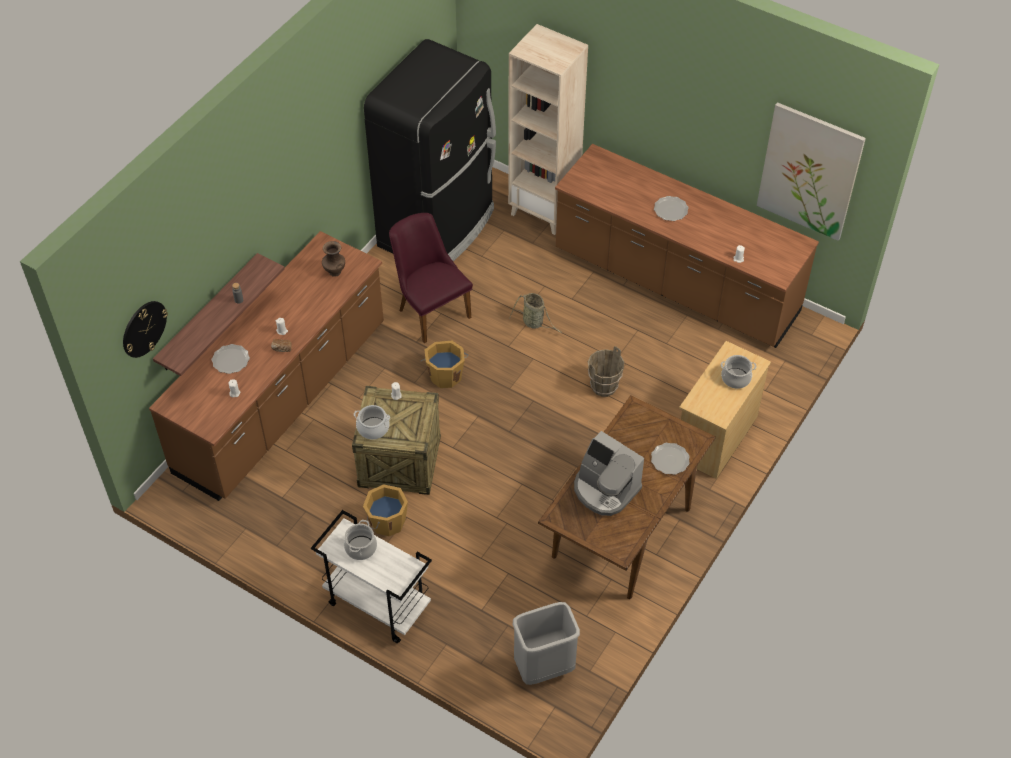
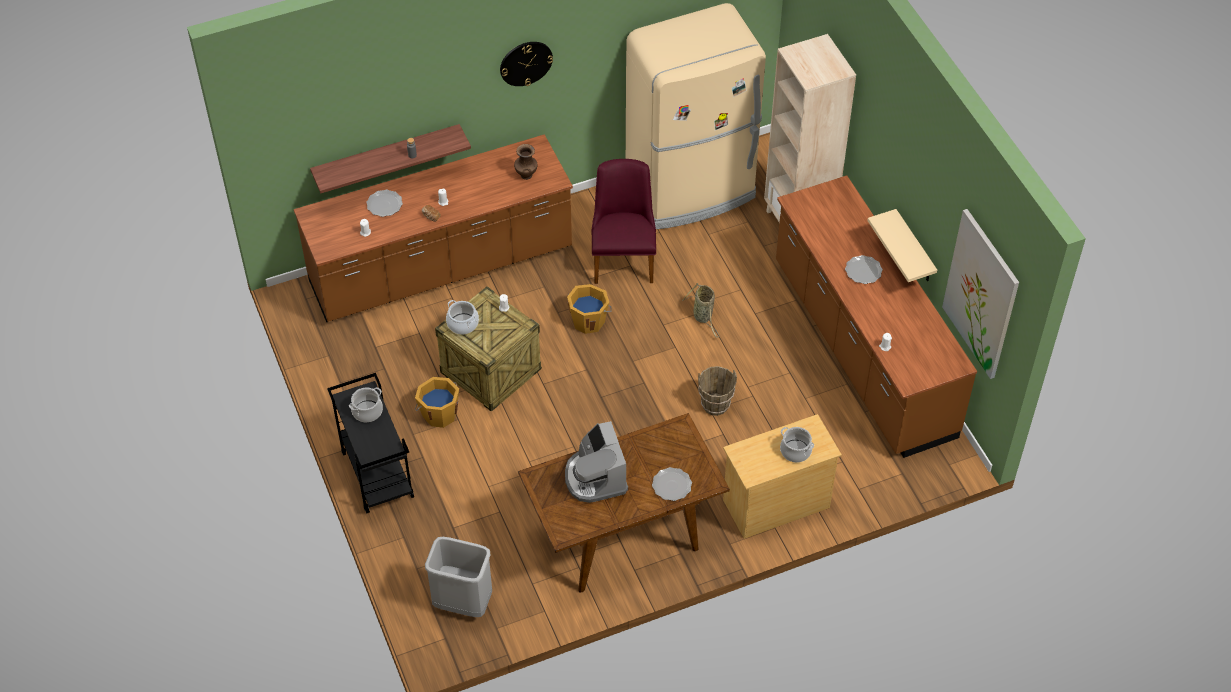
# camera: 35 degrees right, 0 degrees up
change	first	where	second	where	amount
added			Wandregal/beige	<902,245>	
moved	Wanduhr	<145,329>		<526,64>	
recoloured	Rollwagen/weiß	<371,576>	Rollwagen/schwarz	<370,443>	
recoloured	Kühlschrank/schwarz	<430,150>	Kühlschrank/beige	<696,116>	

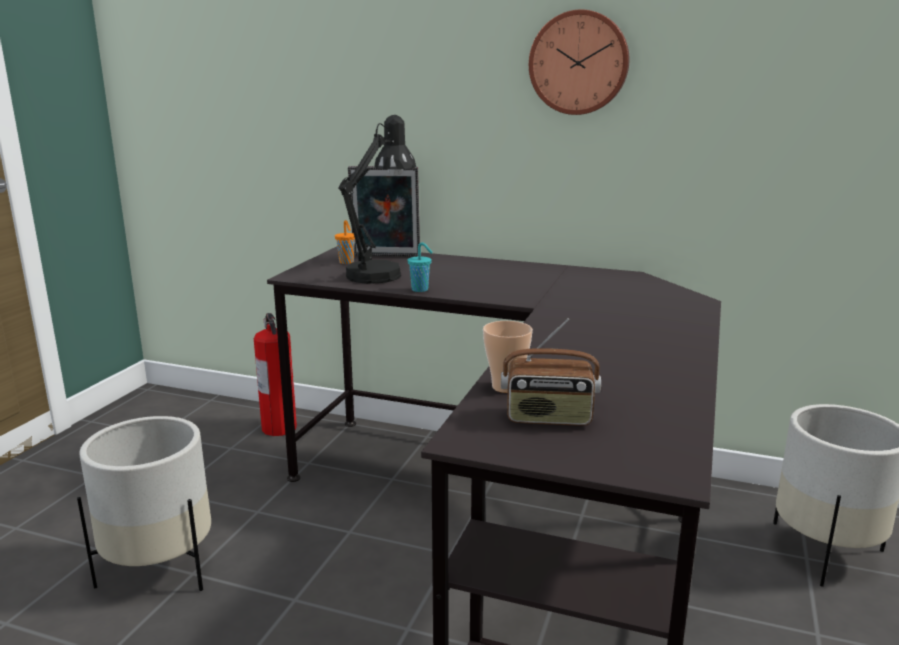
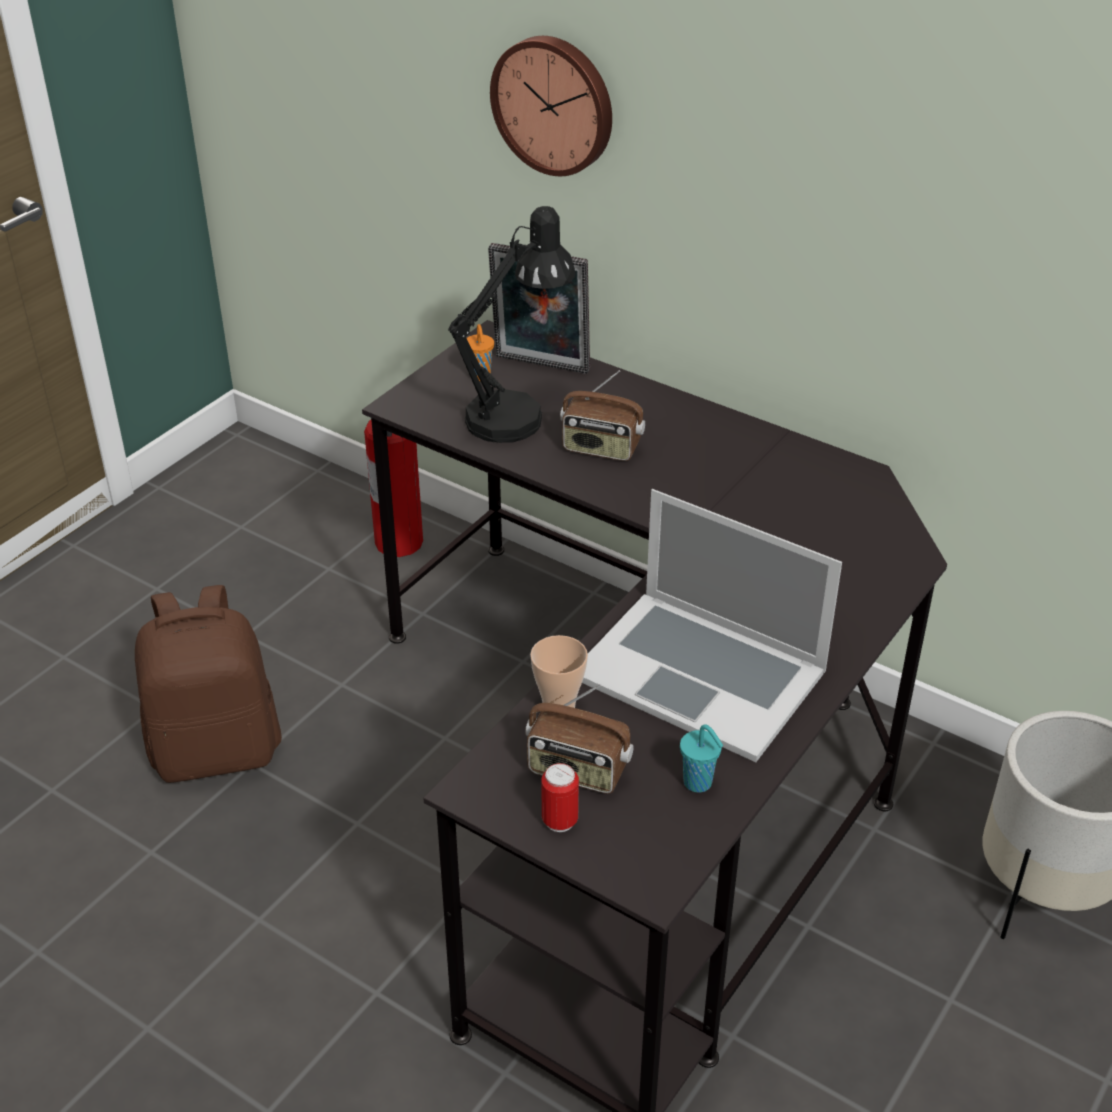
# camera: 15 degrees right, 20 degrees up
change	first	where	second	where	amount
added			Dose	<560,797>	
added			Radio	<602,415>	
added			Laptop	<712,625>	
moved	Tasse/türkis	<420,267>		<701,758>	
moved	Wanduhr	<579,62>		<551,106>	
replaced	Pflanzkübel/weiß	<144,503>	Rucksack/braun	<208,684>	

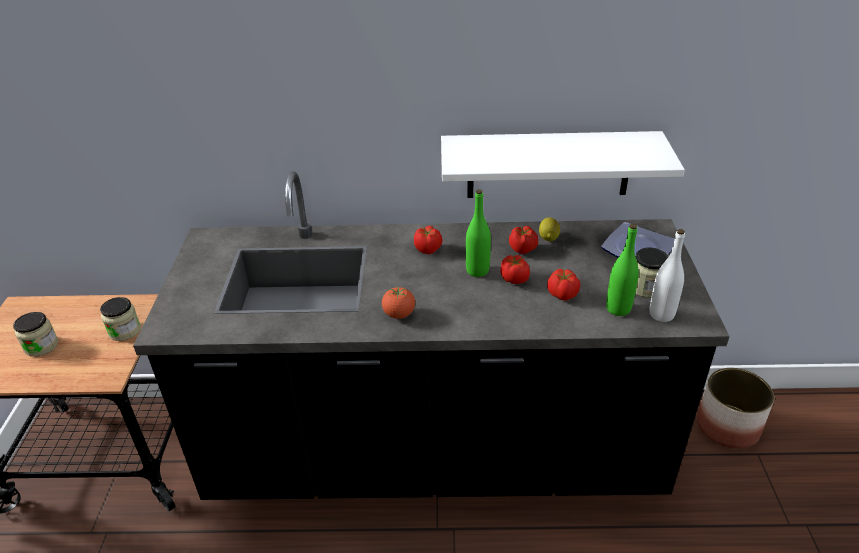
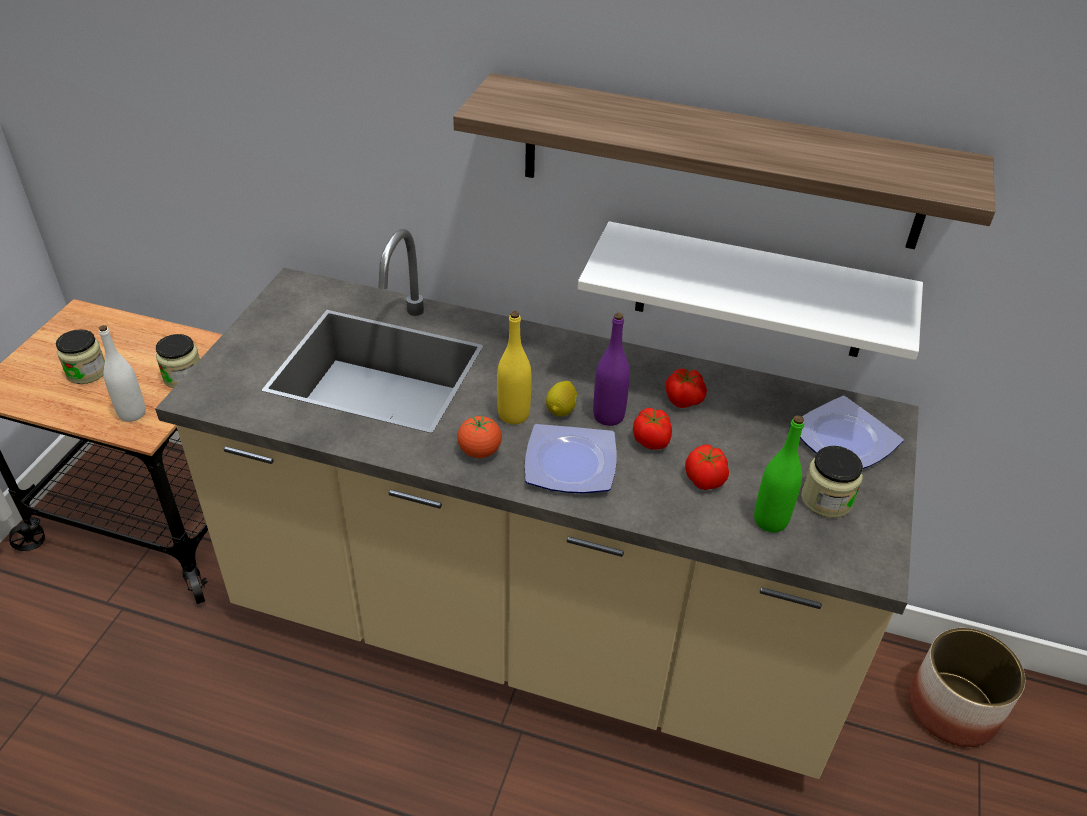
# camera: 15 degrees right, 5 degrees up
change	first	where	second	where	amount
removed	Tomate	<428,240>			
added			Wandregal	<724,161>	
added			Flasche/gelb	<514,367>	
added			Teller	<571,459>	
moved	Zitrone	<549,229>		<562,399>	
moved	Flasche/weiß	<667,275>		<122,373>	
recoloured	Küchenzeile/schwarz	<431,335>	Küchenzeile/beige	<537,504>	
recoloured	Flasche/grün	<478,233>	Flasche/lila	<611,369>	

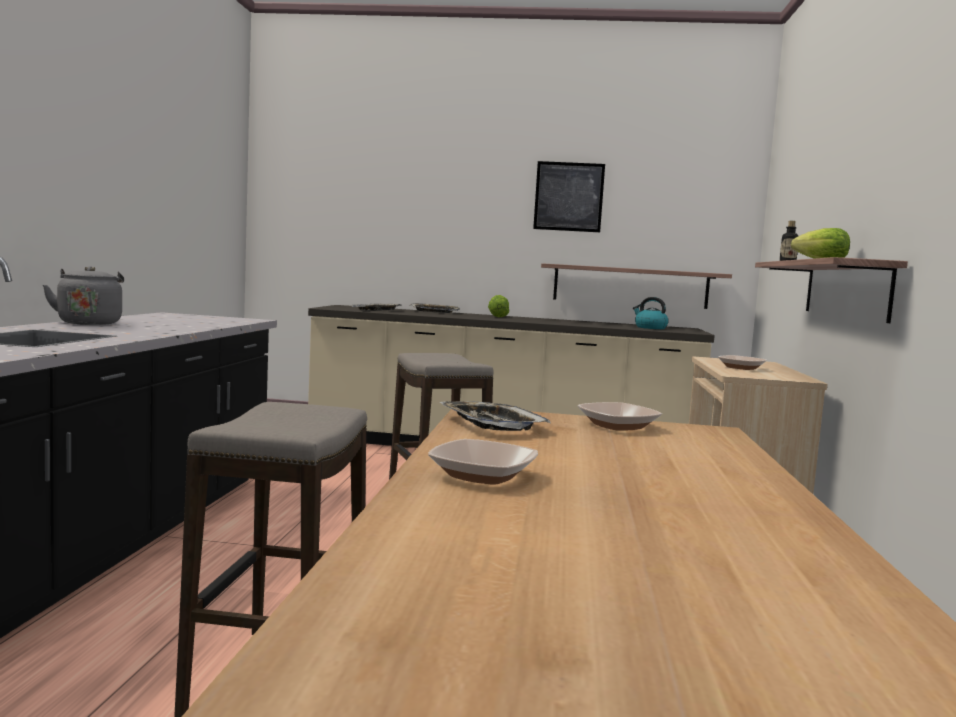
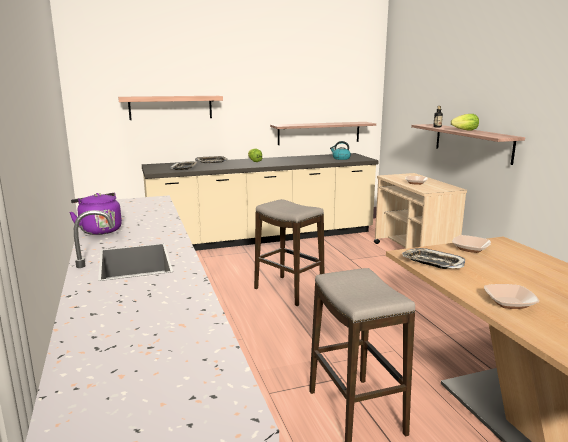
# camera: 25 degrees left, 10 degrees up
change	first	where	second	where	amount
removed	Bild	<569,196>			
added			Wandregal	<170,108>	
recoloured	Wasserkessel/grau	<83,295>	Wasserkessel/lila	<95,214>	

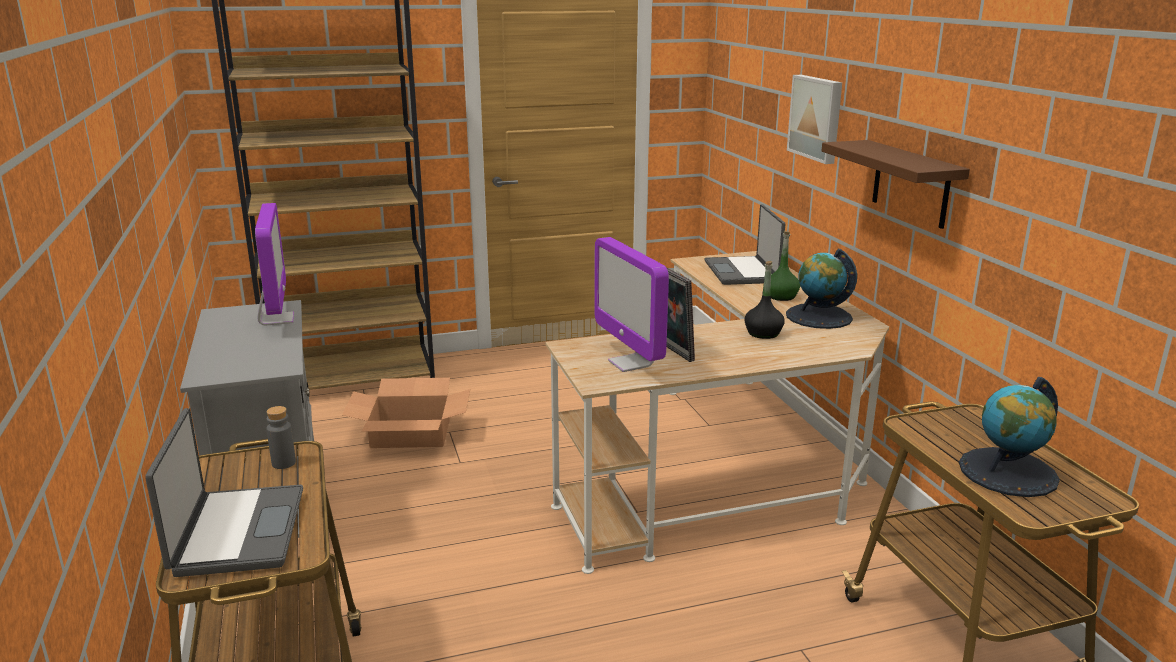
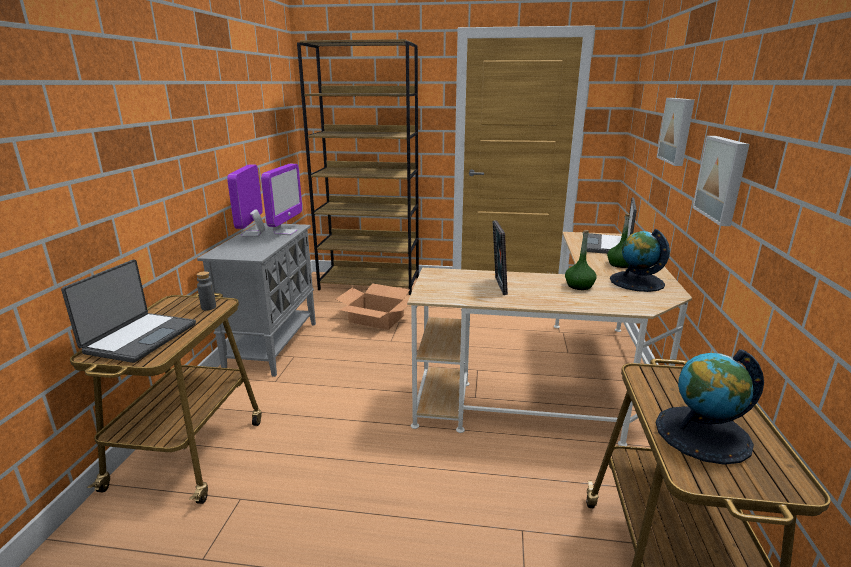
# camera: 25 degrees right, 0 degrees up
change	first	where	second	where	amount
moved	Monitor	<631,304>		<246,200>	
replaced	Wandregal/braun	<896,184>	Bild	<720,181>	
recoloured	Flasche/schwarz	<764,300>	Flasche/grün	<581,260>	

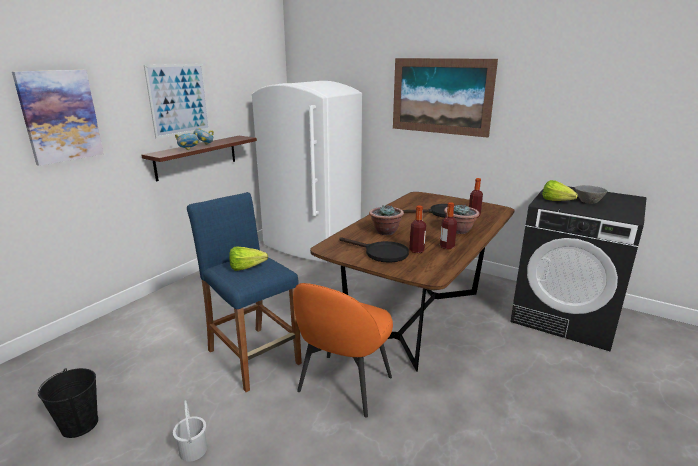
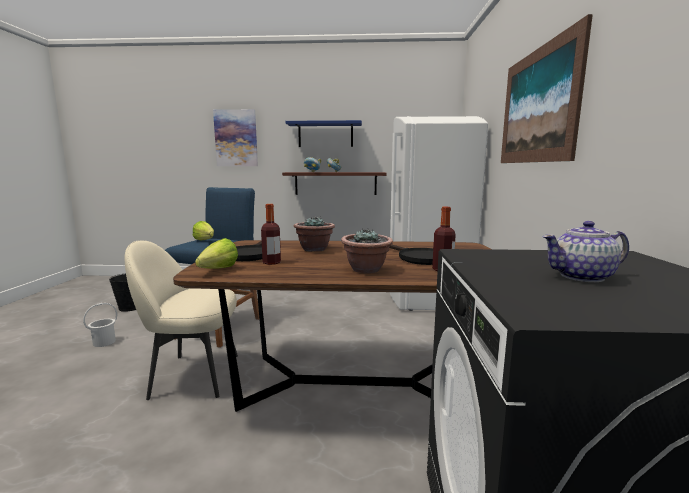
# camera: 60 degrees right, 10 degrees down
change	first	where	second	where	amount
removed	Flasche	<448,225>			
moved	Salatkopf	<560,190>		<216,253>	
replaced	Bild	<177,101>	Wandregal/blau	<324,133>	
replaced	Schüssel/grau	<591,194>	Teekanne	<585,251>	
recoloured	Stuhl/orange	<343,350>	Stuhl/beige	<181,320>	

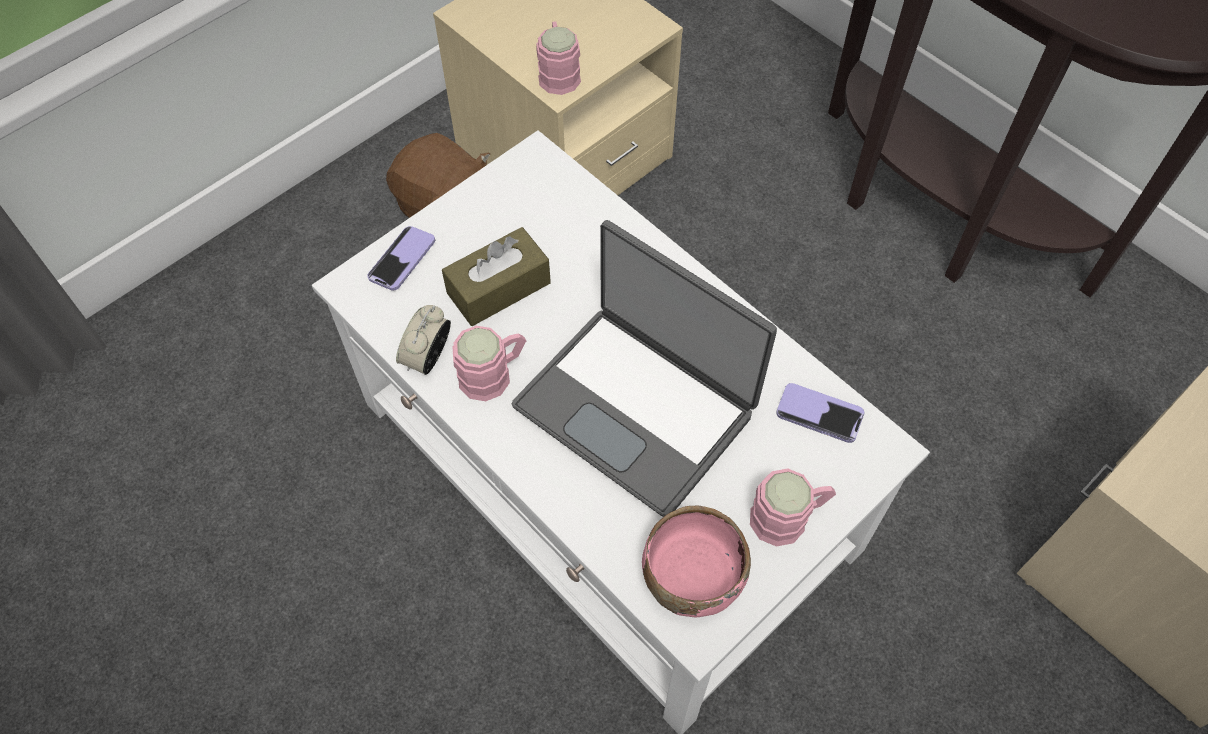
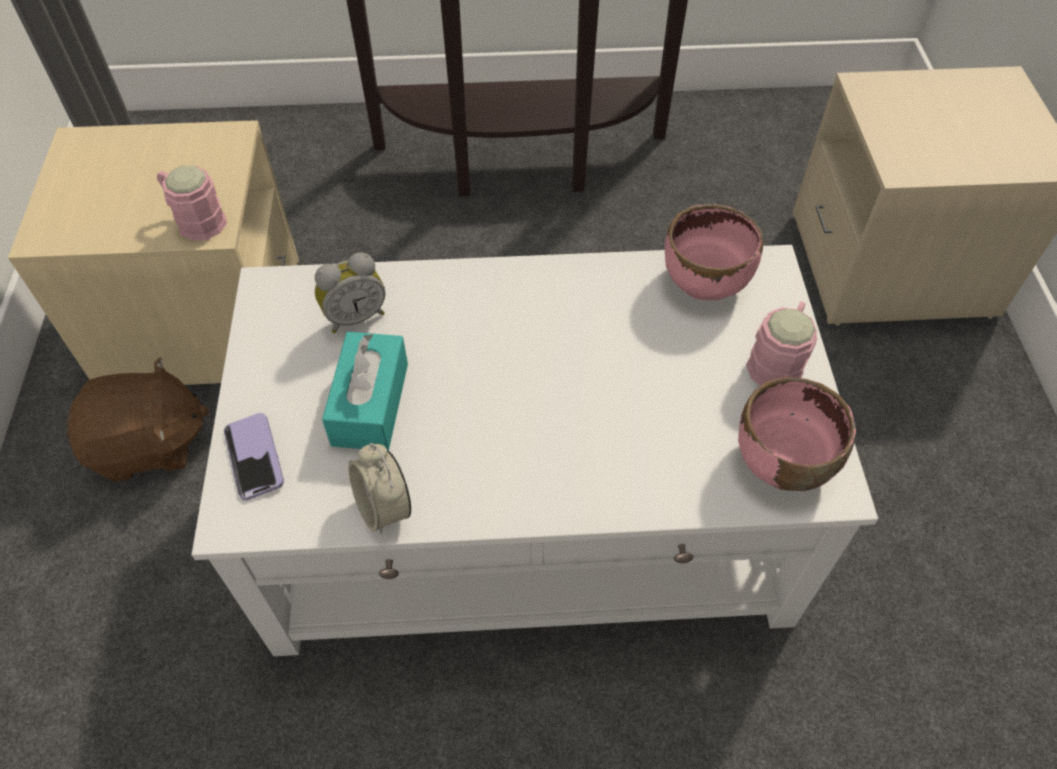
# camera: 50 degrees left, 5 degrees down
change	first	where	second	where	amount
removed	Henkelbecher/rosa	<489,363>			
removed	Laptop	<644,368>			
added			Wecker	<350,292>	
replaced	Handy	<820,413>	Schüssel/rosa	<714,252>	
recoloured	Taschentuchbox/braun	<496,276>	Taschentuchbox/türkis	<365,391>	

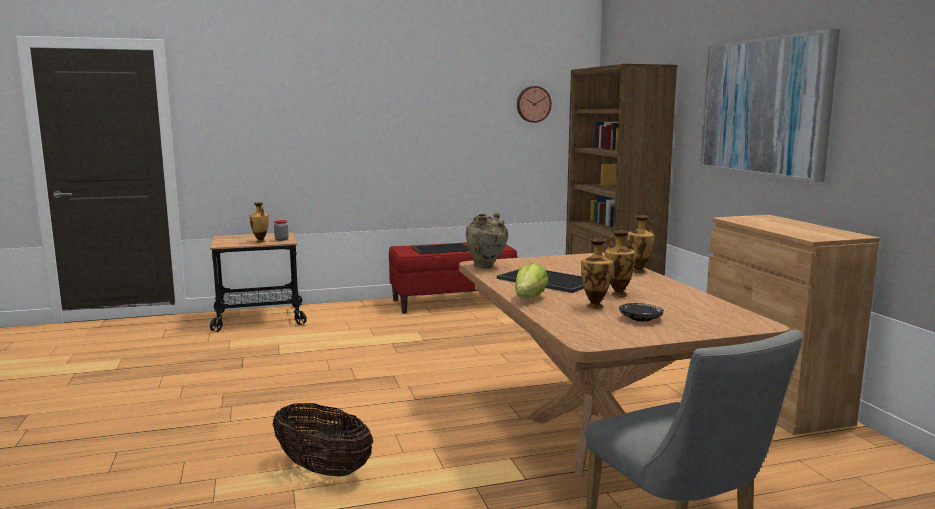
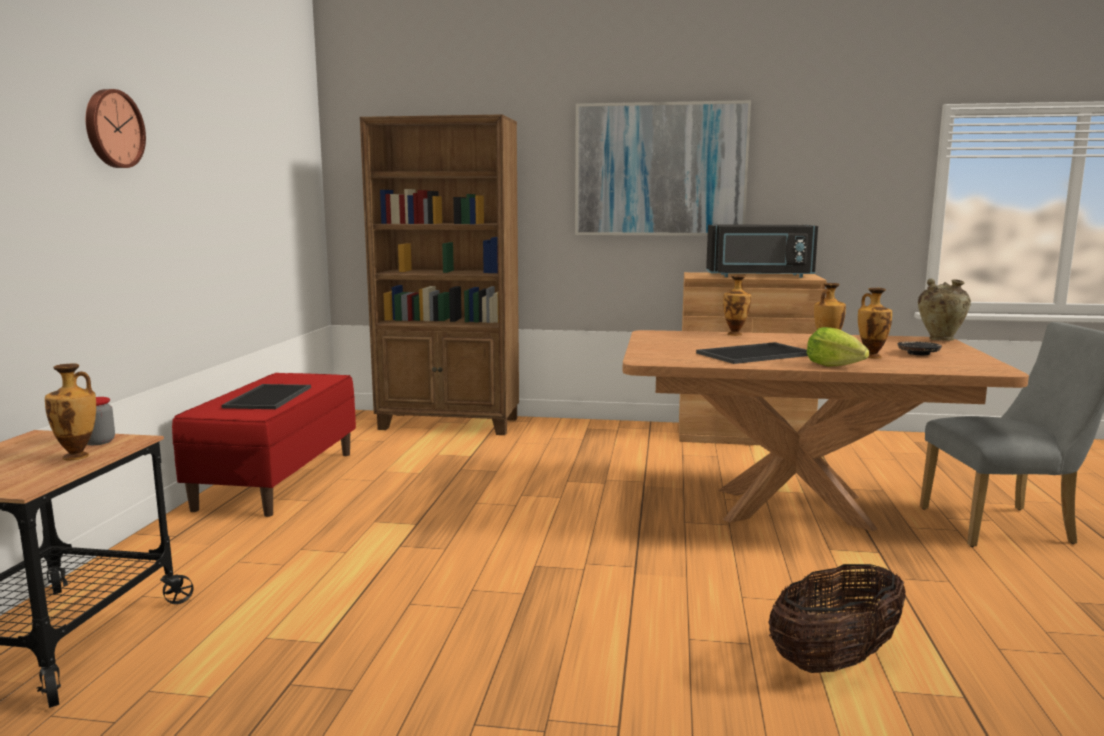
# camera: 65 degrees left, 0 degrees up
change	first	where	second	where	amount
added			Mikrowelle/schwarz	<762,251>	
moved	Vase/beige	<487,240>		<944,310>	
moved	Wanduhr	<534,104>		<116,128>	

